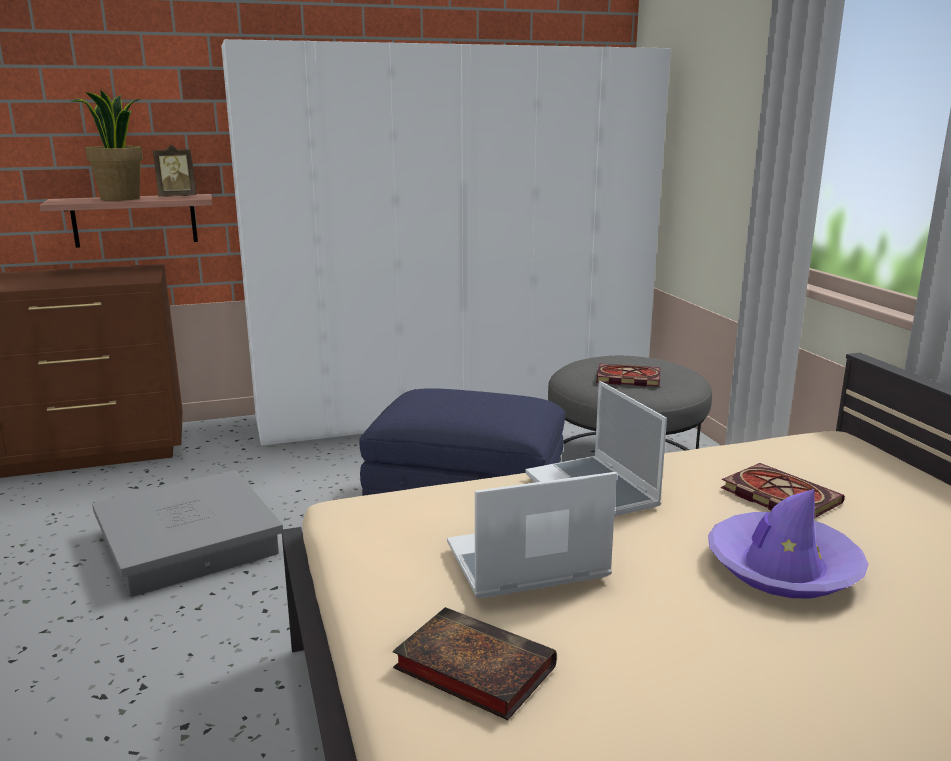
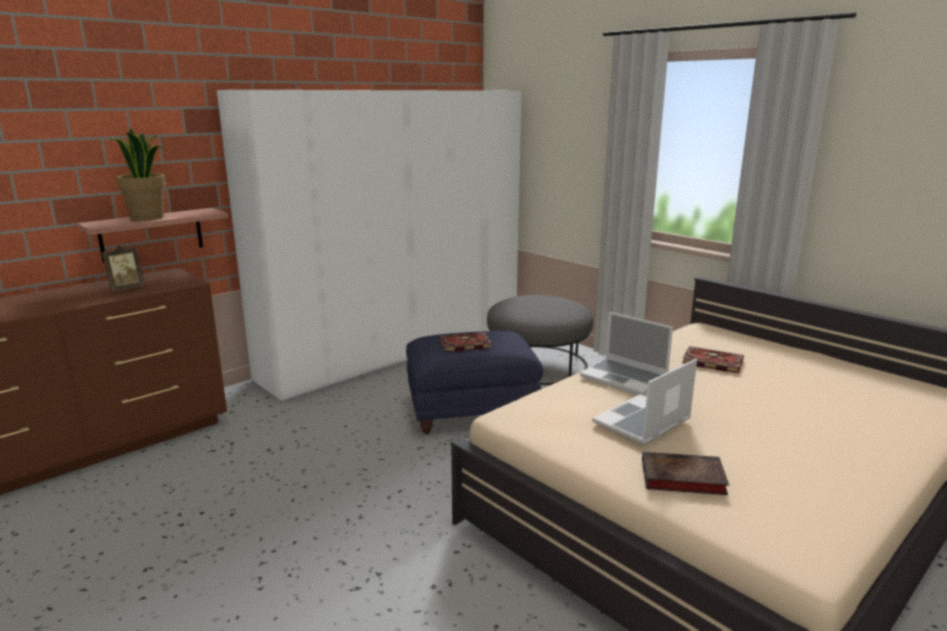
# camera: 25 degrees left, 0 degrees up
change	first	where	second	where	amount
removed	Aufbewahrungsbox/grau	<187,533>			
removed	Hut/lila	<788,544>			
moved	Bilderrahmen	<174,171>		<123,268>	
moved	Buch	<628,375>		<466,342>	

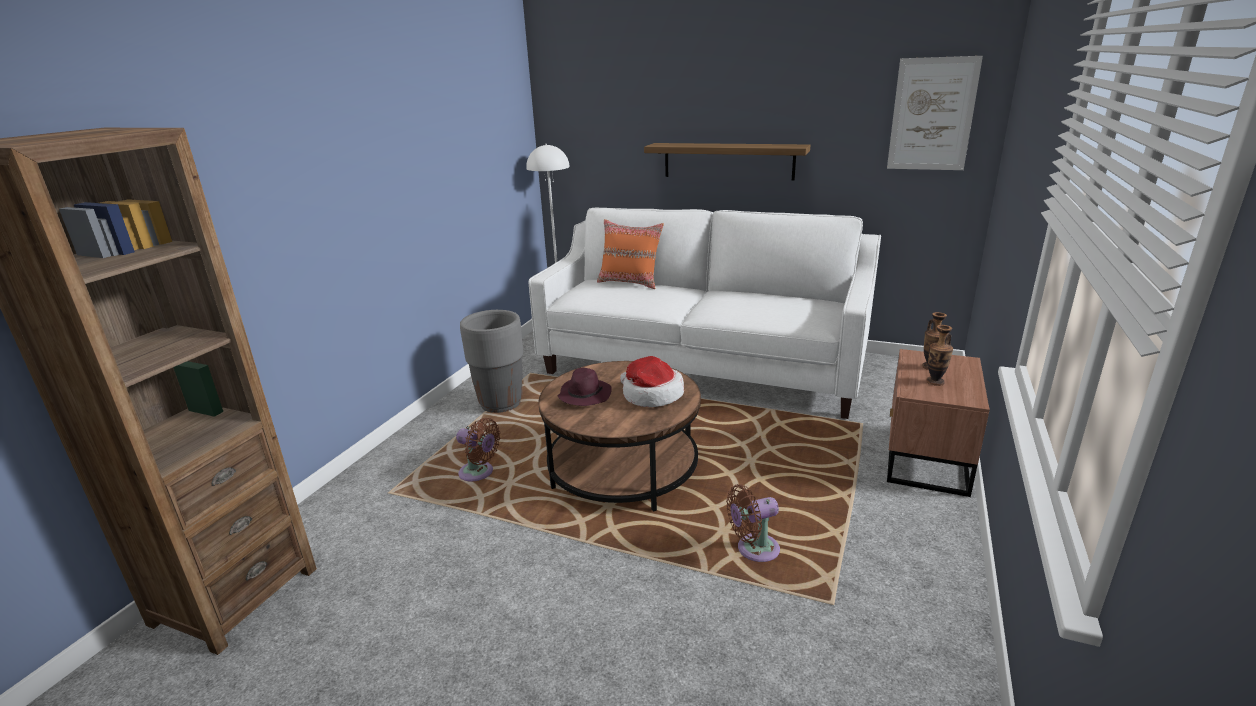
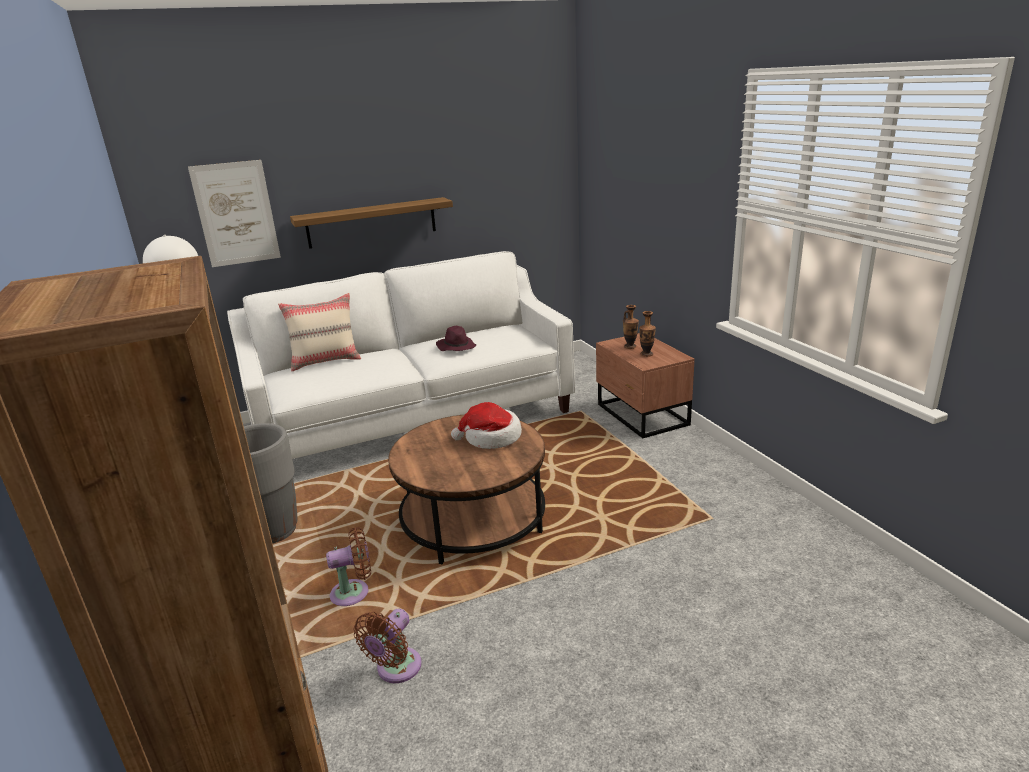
# camera: 45 degrees left, 0 degrees up
change	first	where	second	where	amount
moved	Hut/lila	<584,387>		<456,338>	
moved	Ventilator/braun	<753,523>		<387,645>	
moved	Bild	<935,113>		<234,213>	
recoloured	Kissen/orange	<630,254>	Kissen/beige	<319,332>	

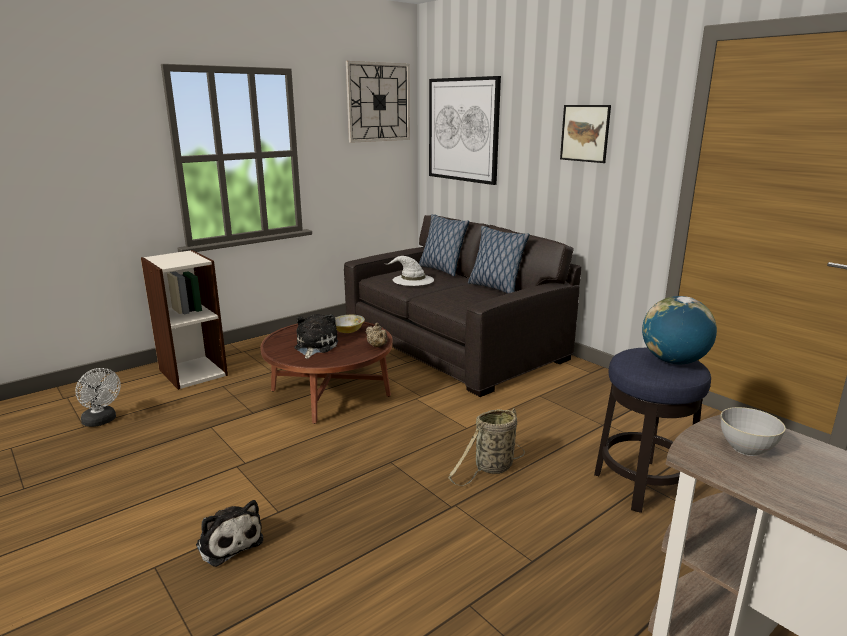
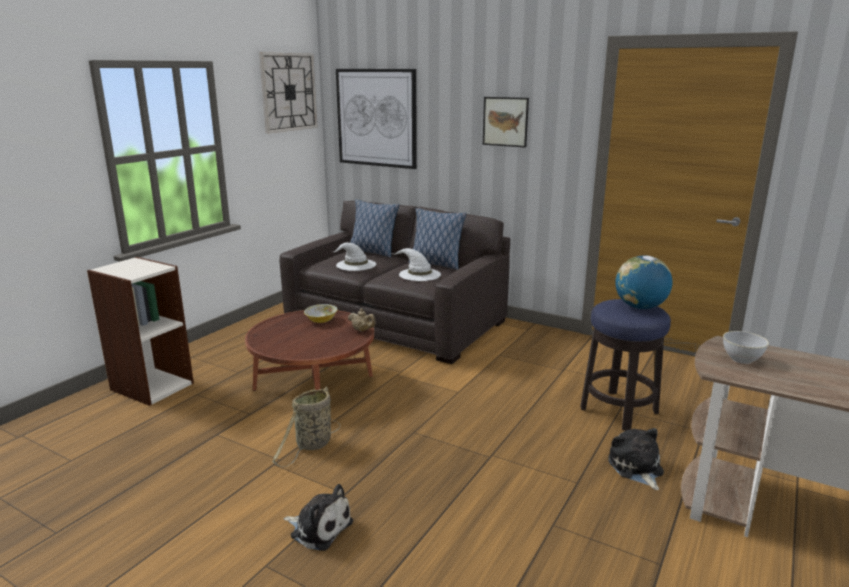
# camera: 20 degrees left, 0 degrees up
change	first	where	second	where	amount
removed	Ventilator/weiß	<98,397>			
added			Hut/weiß	<416,264>	
moved	Plüschtier	<316,336>		<636,459>	
moved	Korb	<486,447>		<306,427>	

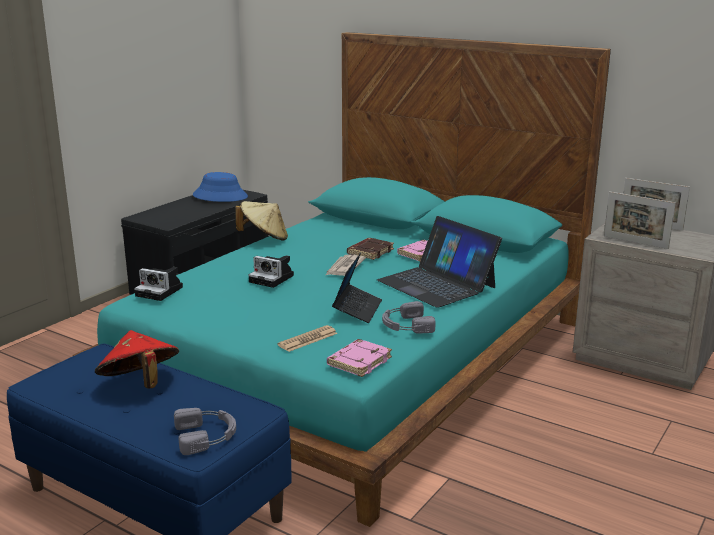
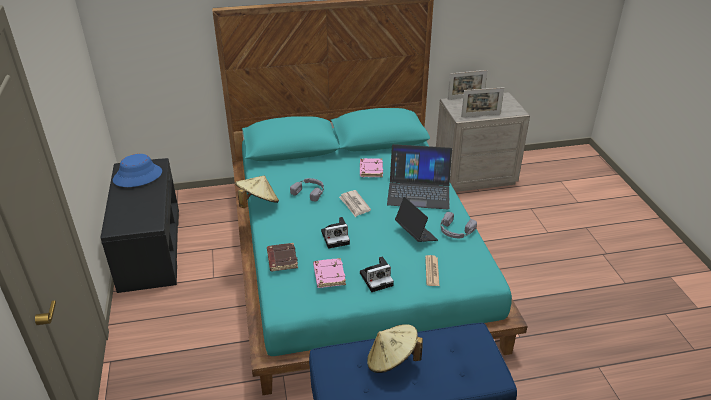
# camera: 45 degrees left, 15 degrees up
change	first	where	second	where	amount
moved	Kamera	<158,284>		<377,274>	
moved	Kopfhörer/grau	<205,431>		<307,189>	
moved	Buch/rosa	<359,358>		<329,273>	
moved	Buch/braun	<370,249>		<282,257>	
recoloured	Hut/rot	<137,359>	Hut/beige	<395,348>	

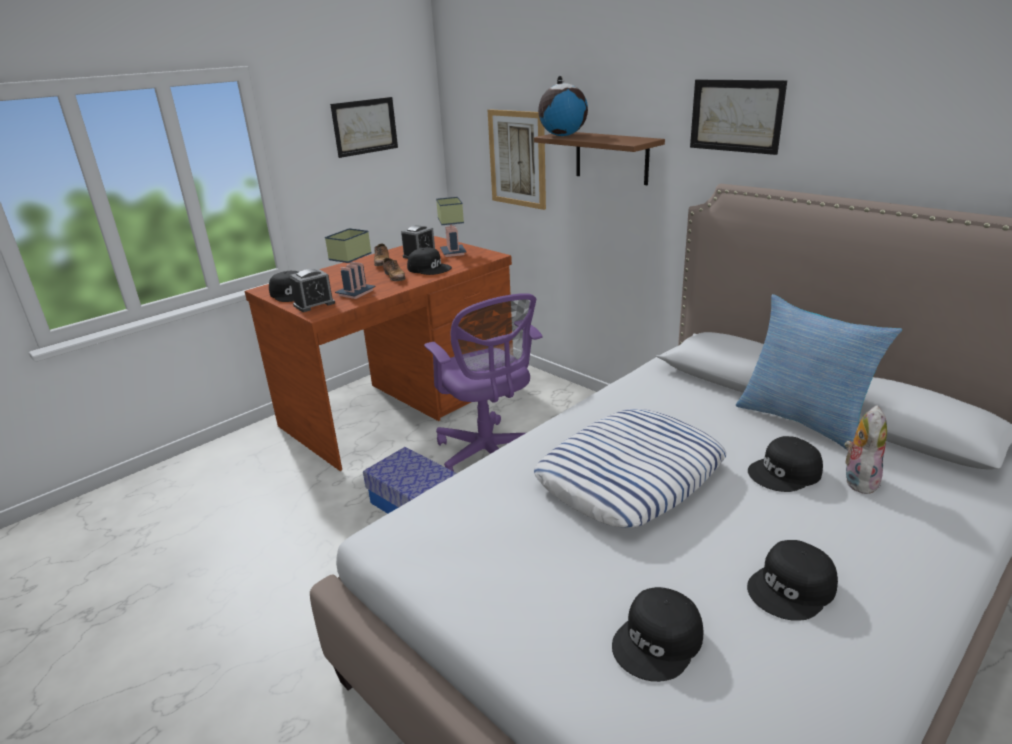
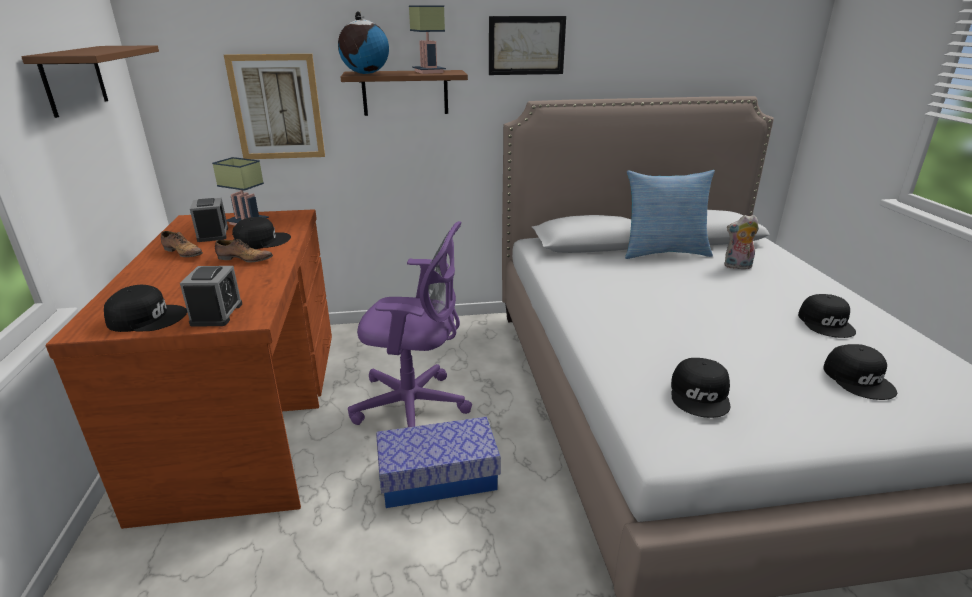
# camera: 55 degrees left, 0 degrees up
change	first	where	second	where	amount
removed	Kissen	<630,468>			
moved	Tischlampe	<350,263>		<427,39>	
moved	Kappe/schwarz	<785,464>		<700,388>	
replaced	Bild	<364,127>	Wandregal/braun	<90,81>	
turned	Plüschtier	<866,450>		<741,242>	60 degrees counterclockwise

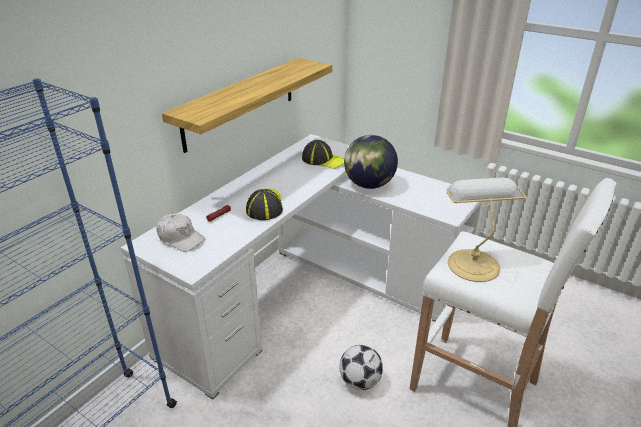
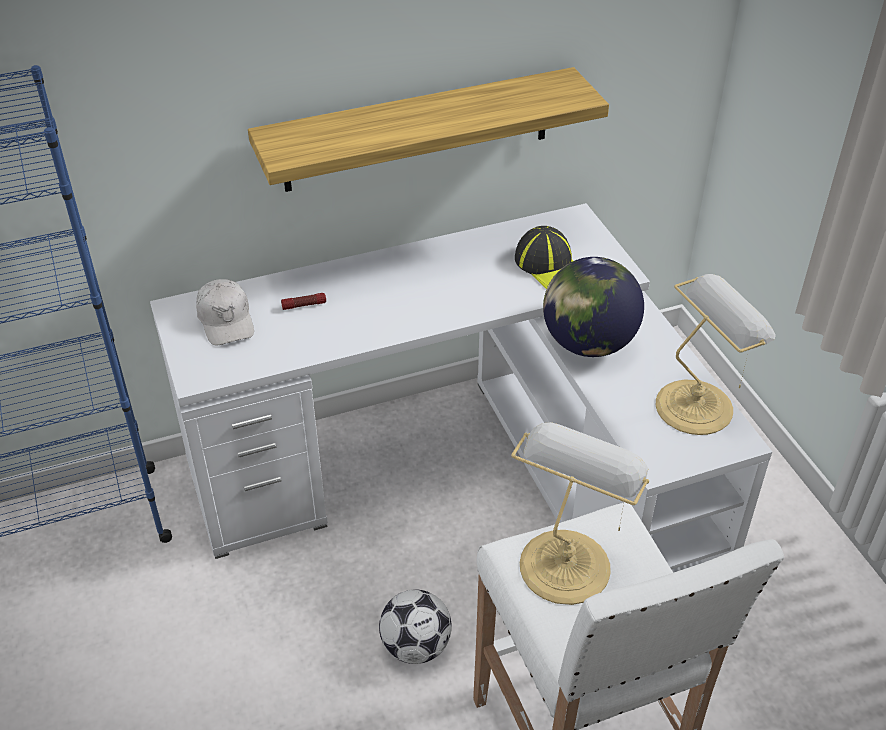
# camera: 35 degrees right, 10 degrees up
change	first	where	second	where	amount
removed	Kappe	<264,204>			
added			Tischlampe	<716,354>	

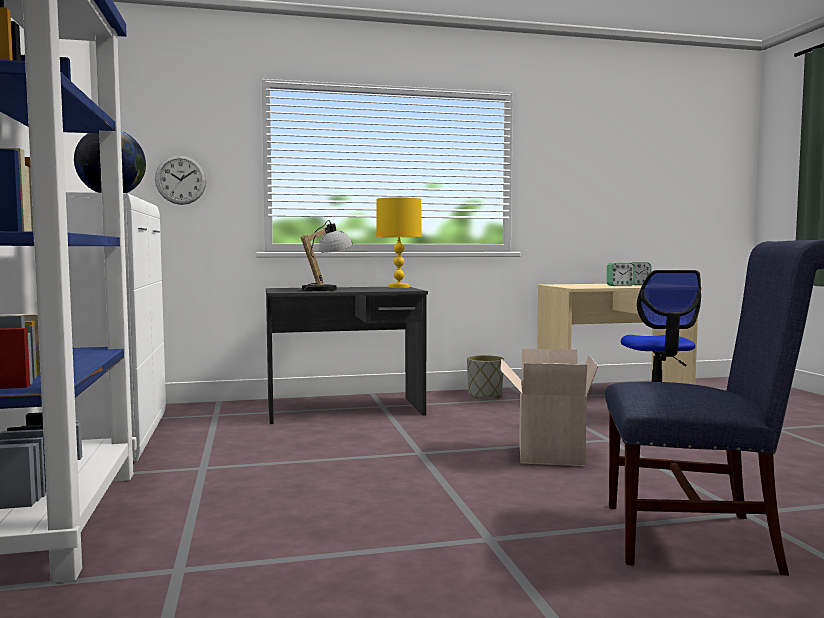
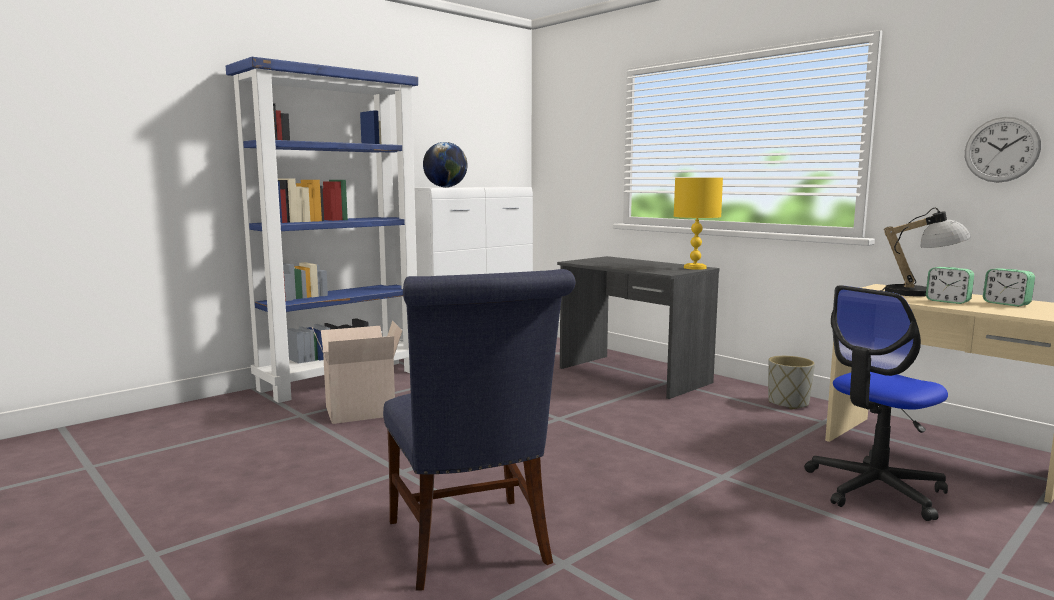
# camera: 60 degrees right, 5 degrees up
change	first	where	second	where	amount
moved	Wanduhr	<181,180>		<1003,150>	
moved	Tischlampe	<325,256>		<925,252>	
moved	Karton	<549,407>		<357,372>	

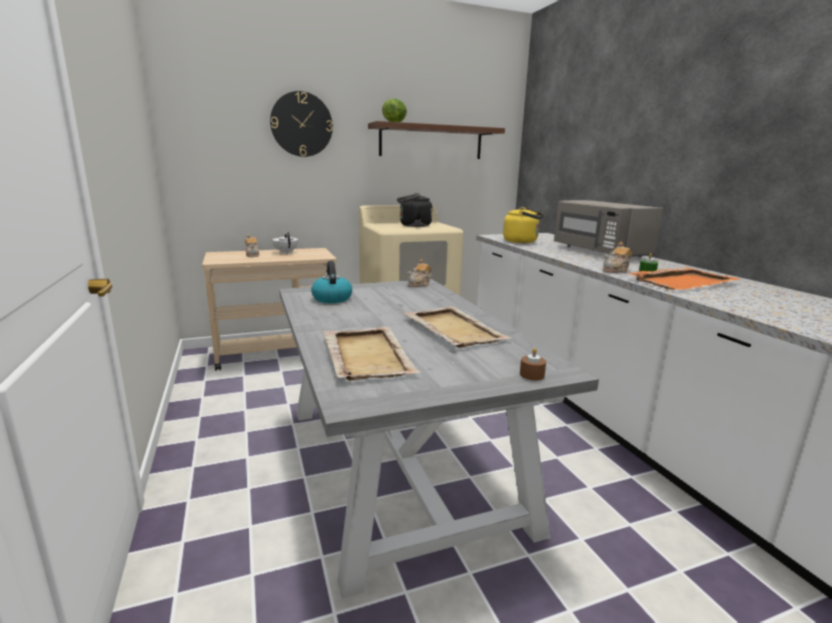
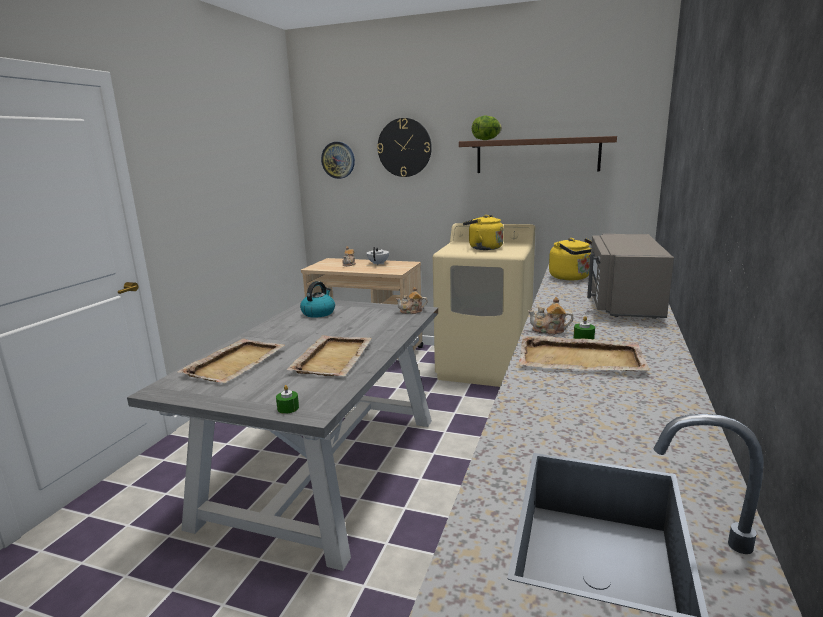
# camera: 40 degrees right, 0 degrees up
change	first	where	second	where	amount
added			Wanduhr	<338,160>	
recoloured	Wasserkessel/schwarz	<414,210>	Wasserkessel/gelb	<483,232>	
recoloured	Kerze/braun	<533,364>	Kerze/grün	<287,399>	
recoloured	Tablett/orange	<683,278>	Tablett/beige	<584,353>	

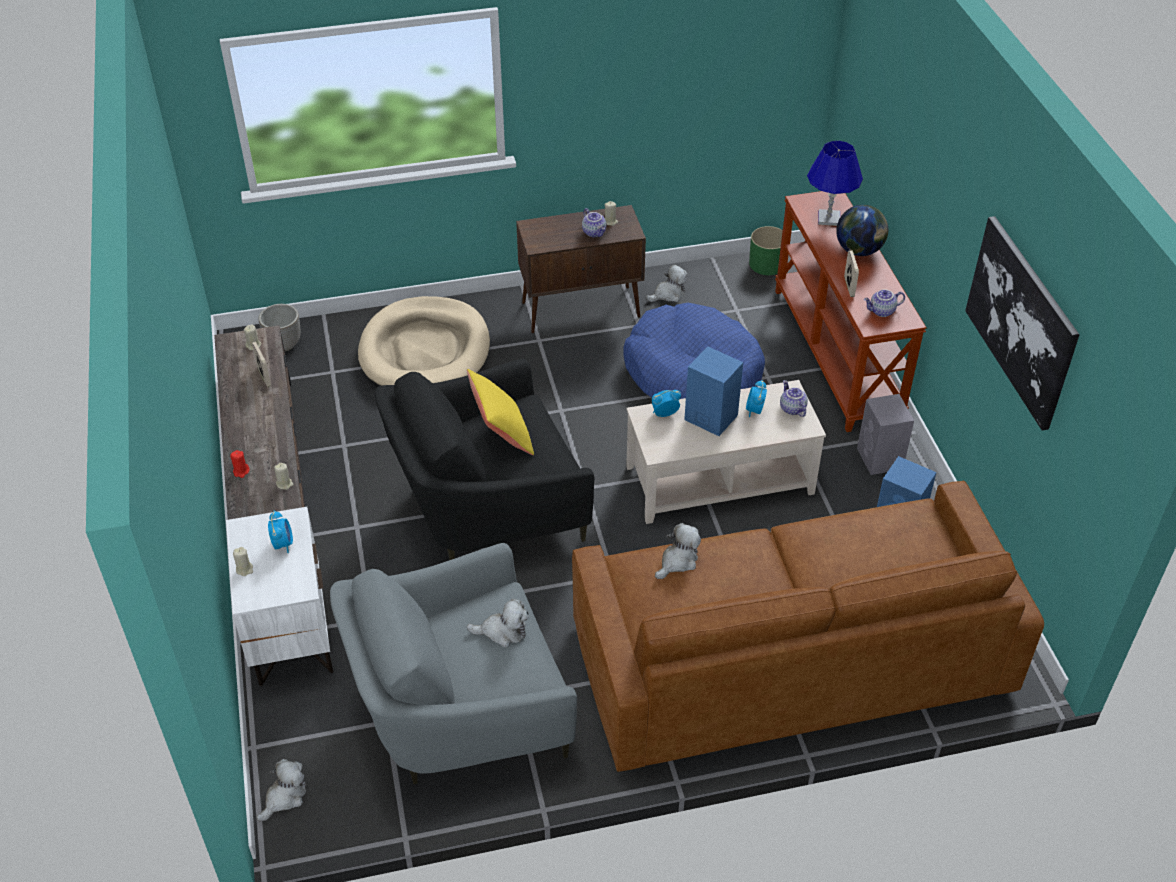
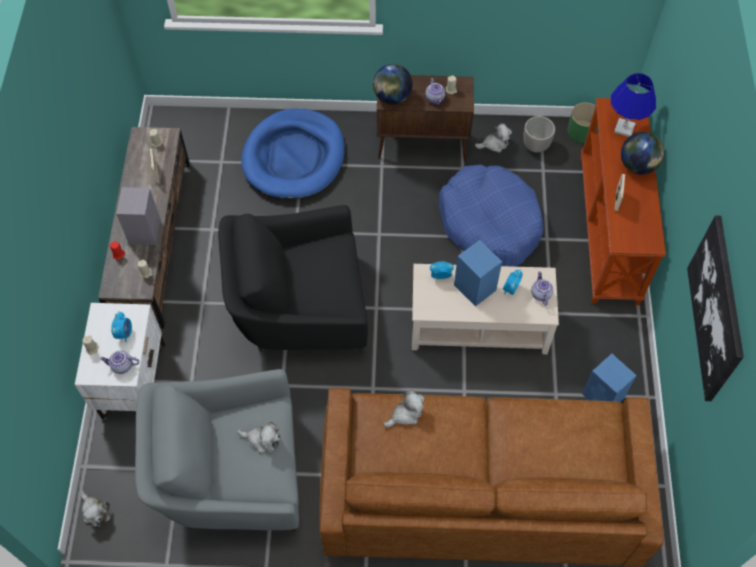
# camera: 15 degrees right, 15 degrees up
change	first	where	second	where	amount
removed	Kissen/gelb	<500,412>			
added			Globus	<393,84>	
moved	Pflanzkübel	<279,327>		<539,134>	
moved	Lautsprecher/grau	<885,434>		<138,216>	
moved	Teekanne	<884,303>		<119,362>	
recoloured	Hundebett/beige	<424,341>	Hundebett/blau	<293,153>	
turned	Plüschtier	<281,790>		<95,508>	90 degrees clockwise

